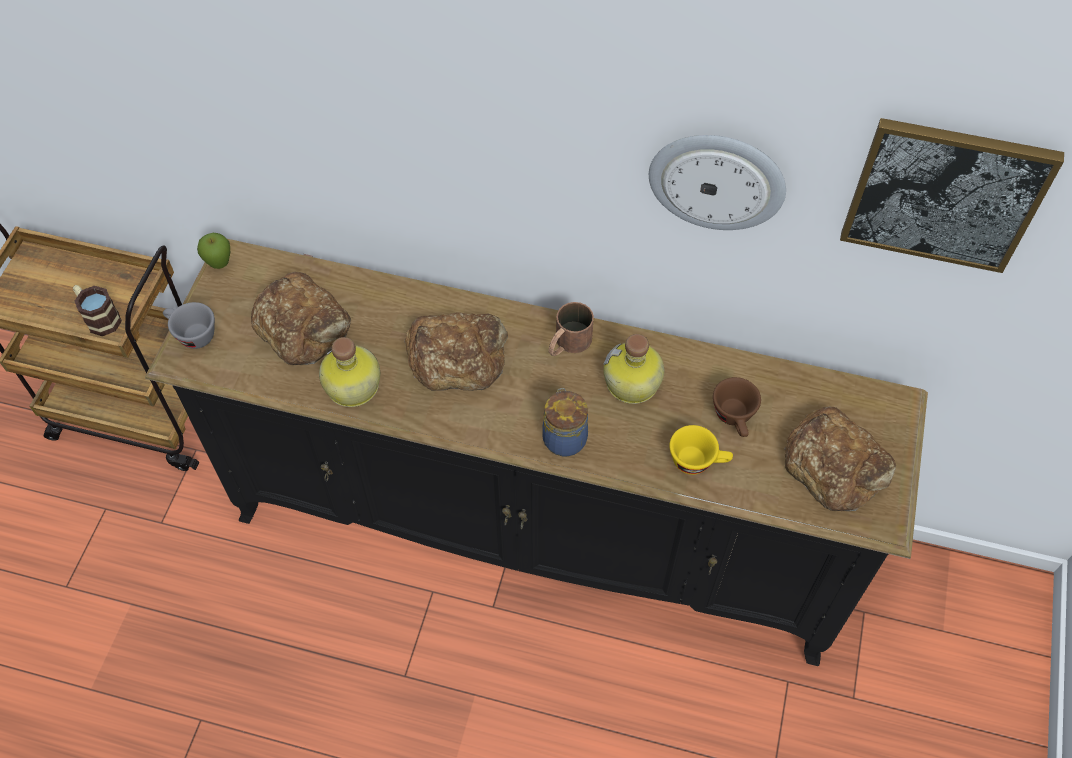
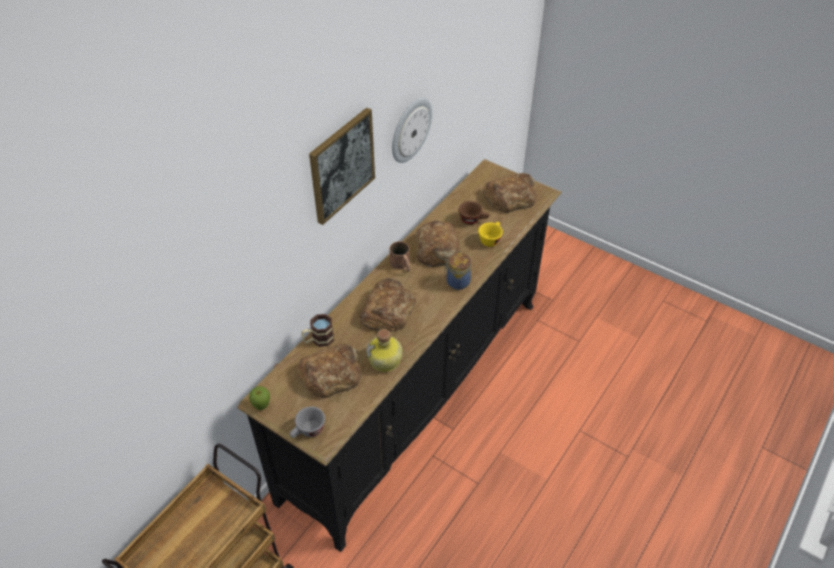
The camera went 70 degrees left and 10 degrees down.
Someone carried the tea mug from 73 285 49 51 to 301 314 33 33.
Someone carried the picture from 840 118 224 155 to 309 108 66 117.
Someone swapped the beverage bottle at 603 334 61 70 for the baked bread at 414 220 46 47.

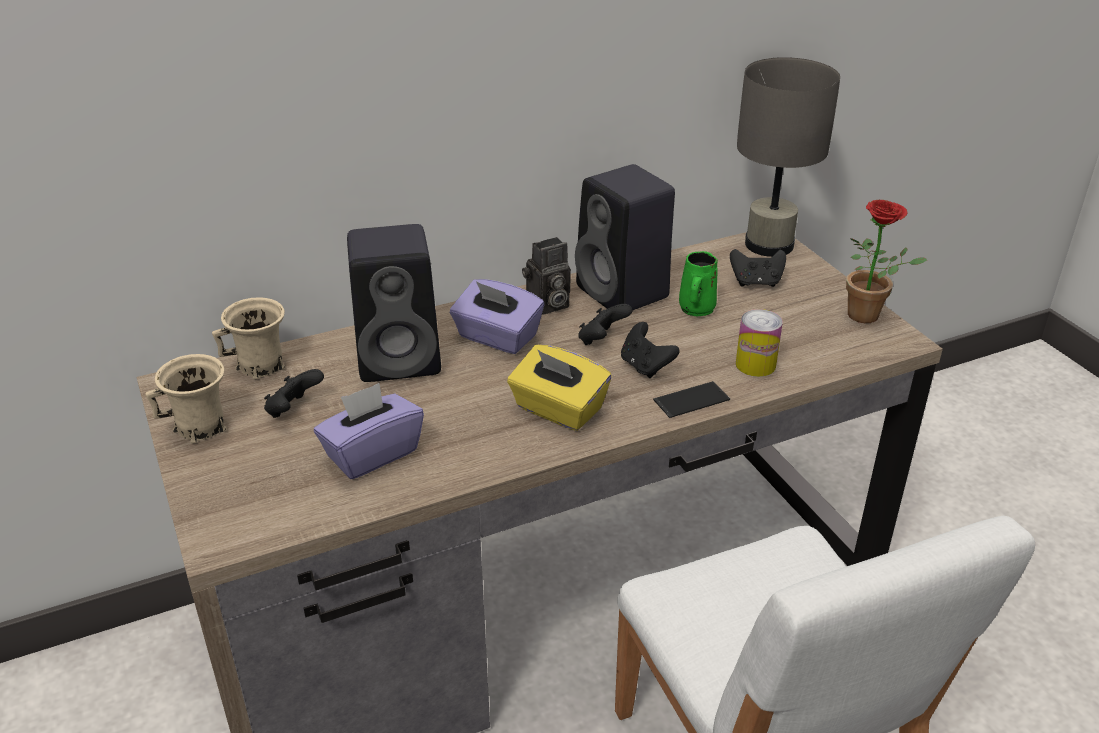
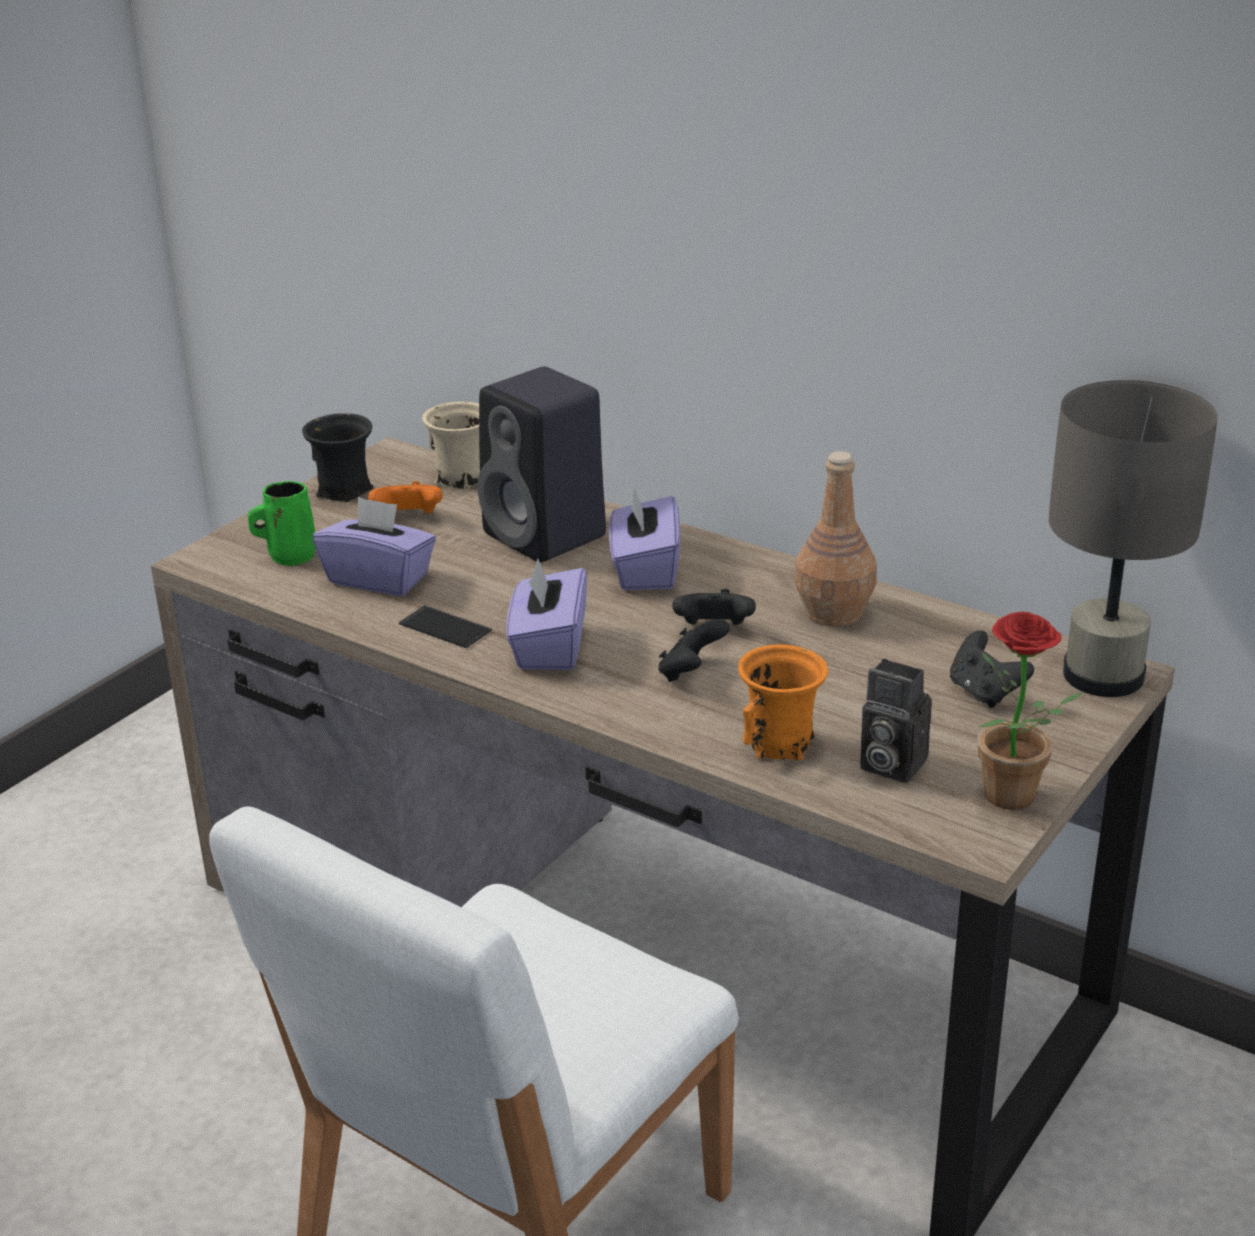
The camera went 60 degrees right and 5 degrees down.
Someone carried the green tea mug from 679 251 39 65 to 248 481 68 85.
Someone repainted the beige-coloured tea mug at 145 354 81 89, which became the black-coloured tea mug at 302 413 71 89.
Someone repainted the black-coloured gamepad at 264 369 60 49, which became the orangey gamepad at 368 481 75 33.
Someone carried the telephone from 653 381 77 37 to 399 605 93 43.
Someone repainted the yellowish tissue box at 507 345 105 86, which became the purplish tissue box at 506 558 81 112.
Someone swapped the sealed can at 736 309 47 68 for the orangey tea mug at 738 645 90 116.
Someone swapped the black-coloured audio speaker at 575 164 100 147 for the brown-coloured beverage bottle at 794 451 83 176.
Someone carried the photo camera from 522 237 49 78 to 860 659 72 124.

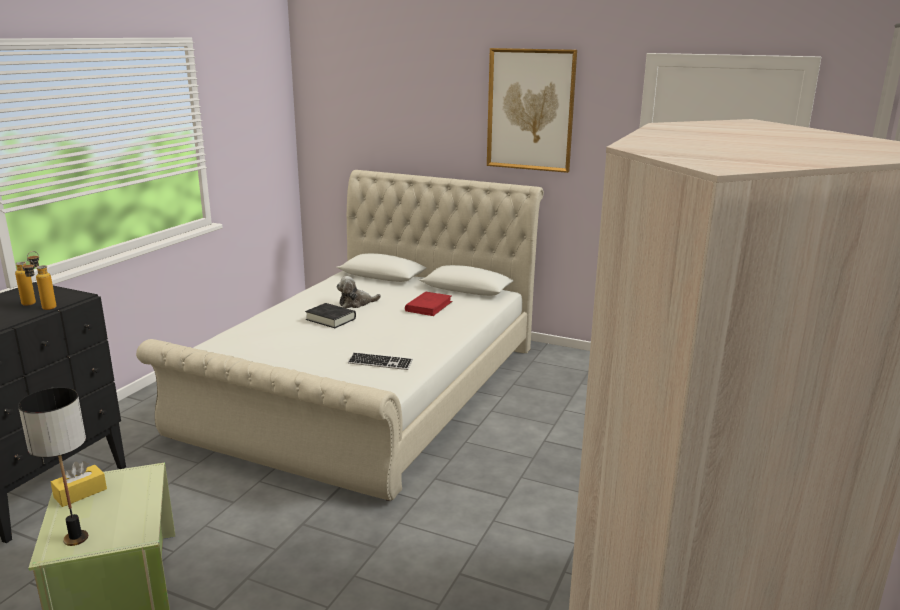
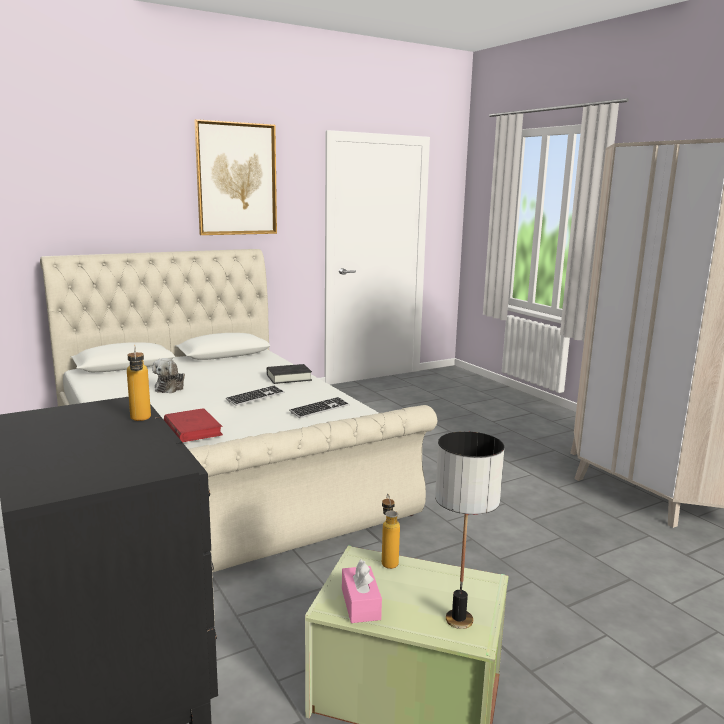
The camera went 55 degrees left and 5 degrees down.
Someone carried the red-coloured bound book from 405 292 48 24 to 164 408 59 34.
Someone put down the computer keyboard at 226 385 59 21.
Someone carried the black-coloured bound book from 305 303 51 25 to 267 364 45 20.
Someone repainted the yellowish tissue box at 51 461 56 46, which became the pink-coloured tissue box at 342 559 40 64.
Someone carried the beverage bottle from 15 251 24 55 to 382 494 18 75.

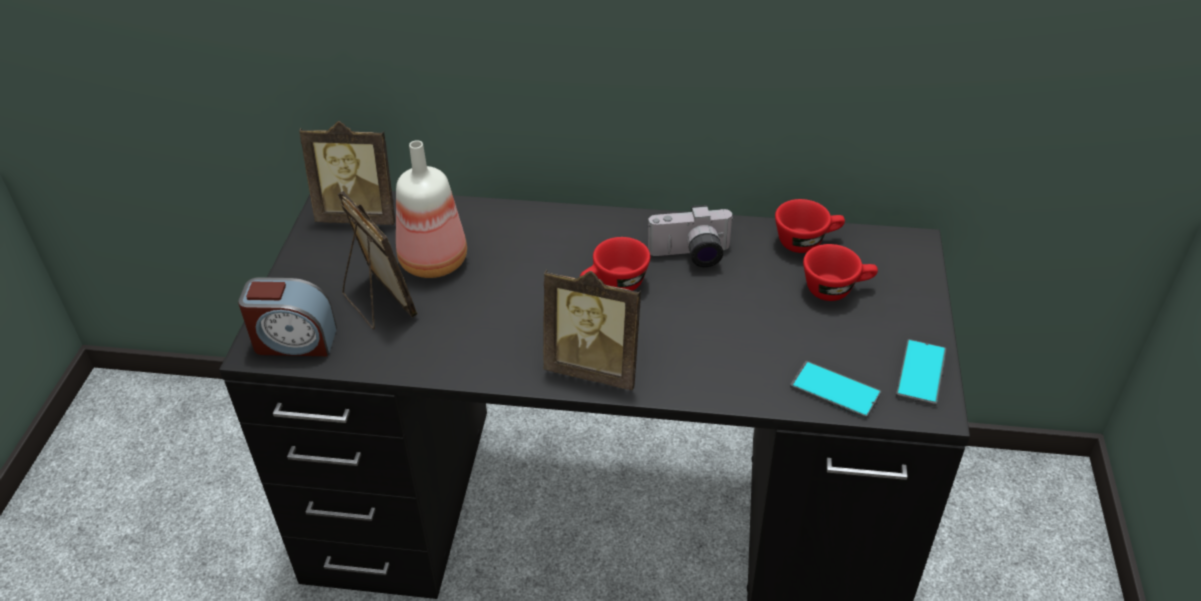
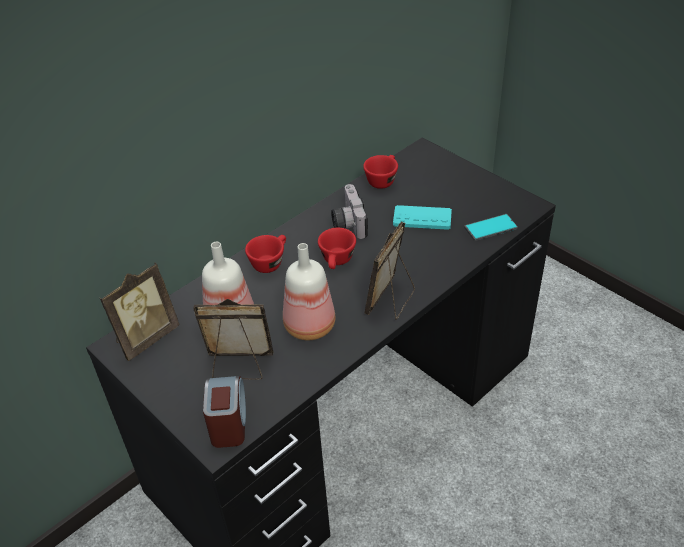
The camera went 50 degrees left and 0 degrees up.
Someone rotated the alarm clock at 238 277 99 79 by 45 degrees counterclockwise.
Someone carried the red-coloured cup from 803 244 75 57 to 245 235 41 38.
Someone put down the beverage bottle at 283 243 52 97.
Someone rotated the photo camera at 648 205 86 62 by 135 degrees clockwise.
Someone rotated the picture frame at 543 270 98 120 by 150 degrees clockwise.
Someone put down the turquoise gamepad at 393 205 59 25.
Someone took away the telephone at 896 339 50 68.

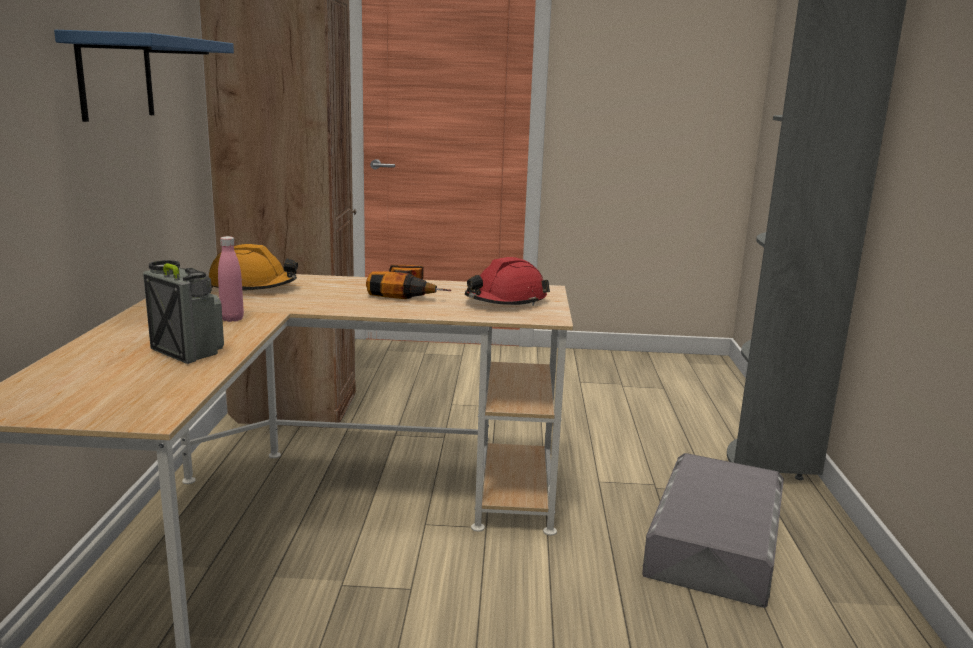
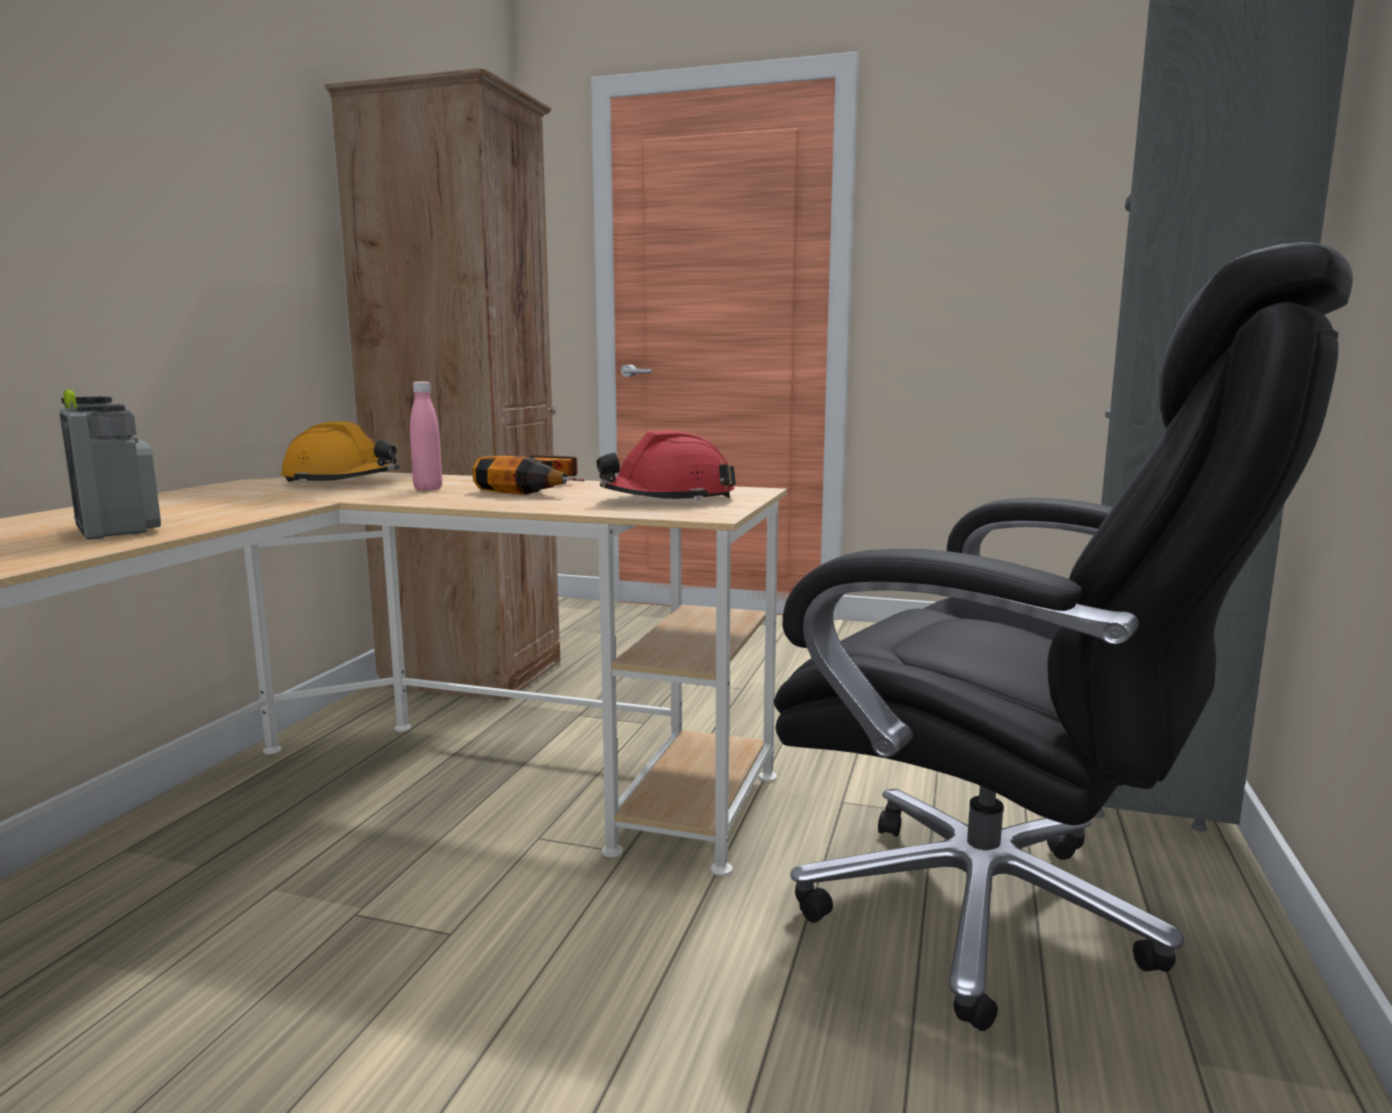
The camera went 15 degrees right and 5 degrees down.
Someone carried the pink-coloured beverage bottle from 218 236 26 86 to 410 382 32 109.
Someone swapped the gray storage bin at 642 453 142 155 for the black-coloured office chair at 774 242 579 789.
Someone took away the blue-coloured bracket shelf at 54 30 180 92.

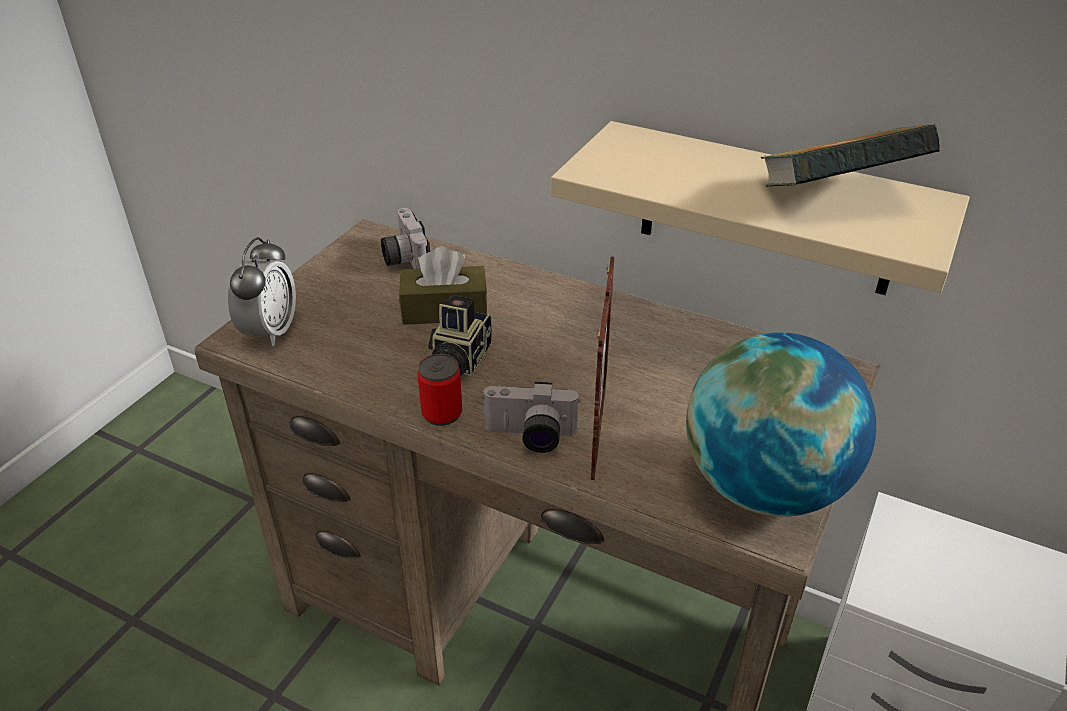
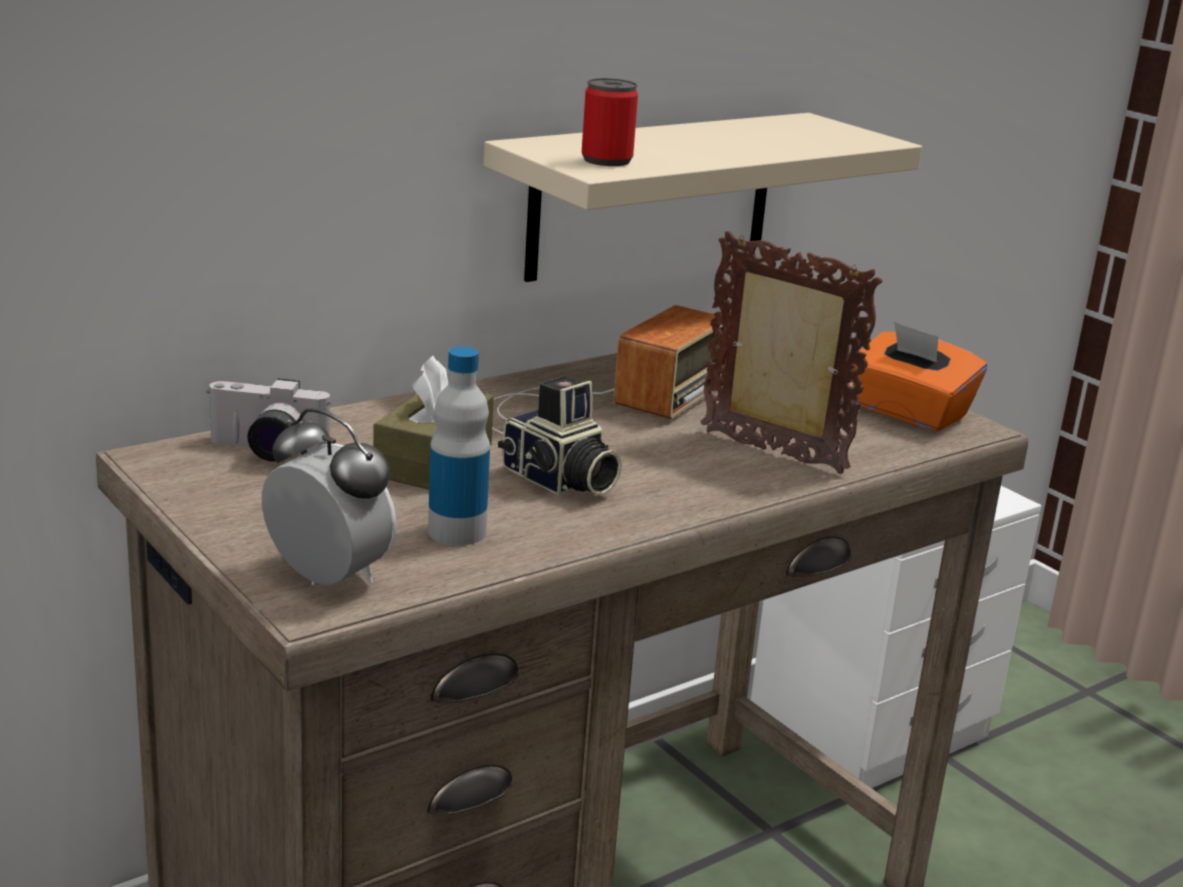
The camera went 65 degrees left and 15 degrees down.
Someone put down the beverage bottle at 428 346 62 200.
Someone put down the radio set at 492 305 234 129.
Someone carried the sealed can from 418 354 44 72 to 582 78 56 88.
Someone swapped the world globe at 686 333 190 184 for the orangey tissue box at 852 321 135 111.
Someone took away the photo camera at 482 382 98 71.
Someone took away the bound book at 761 125 179 62.

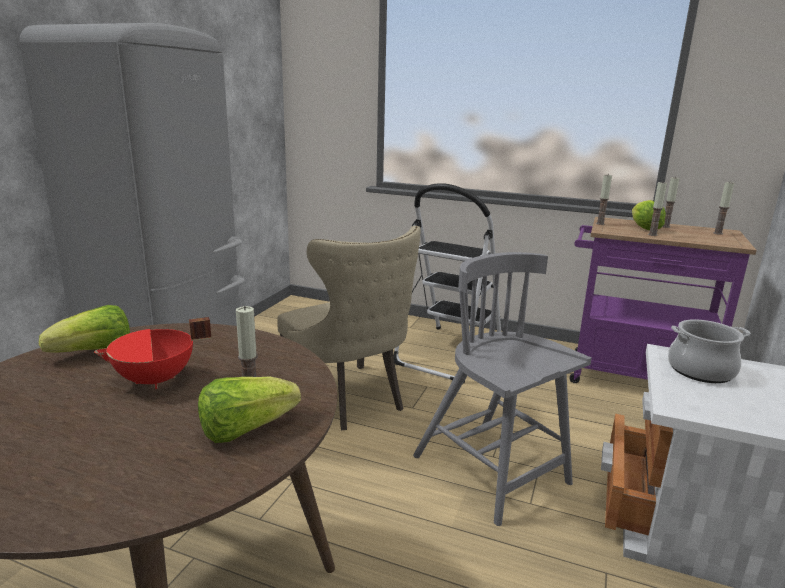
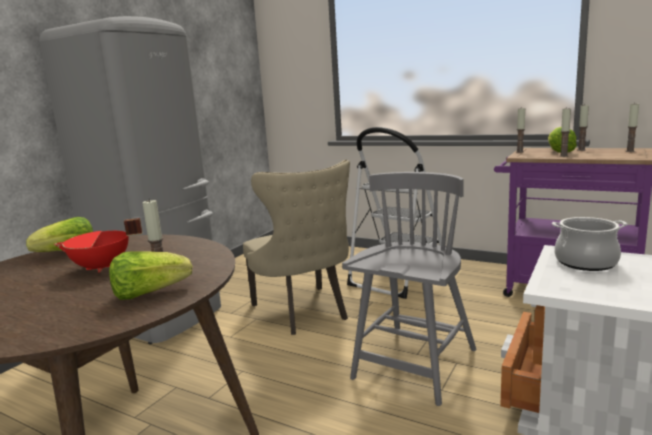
The camera went 10 degrees right and 5 degrees down.
Someone rotated the gray chair at 413 252 179 274 by 60 degrees clockwise.

